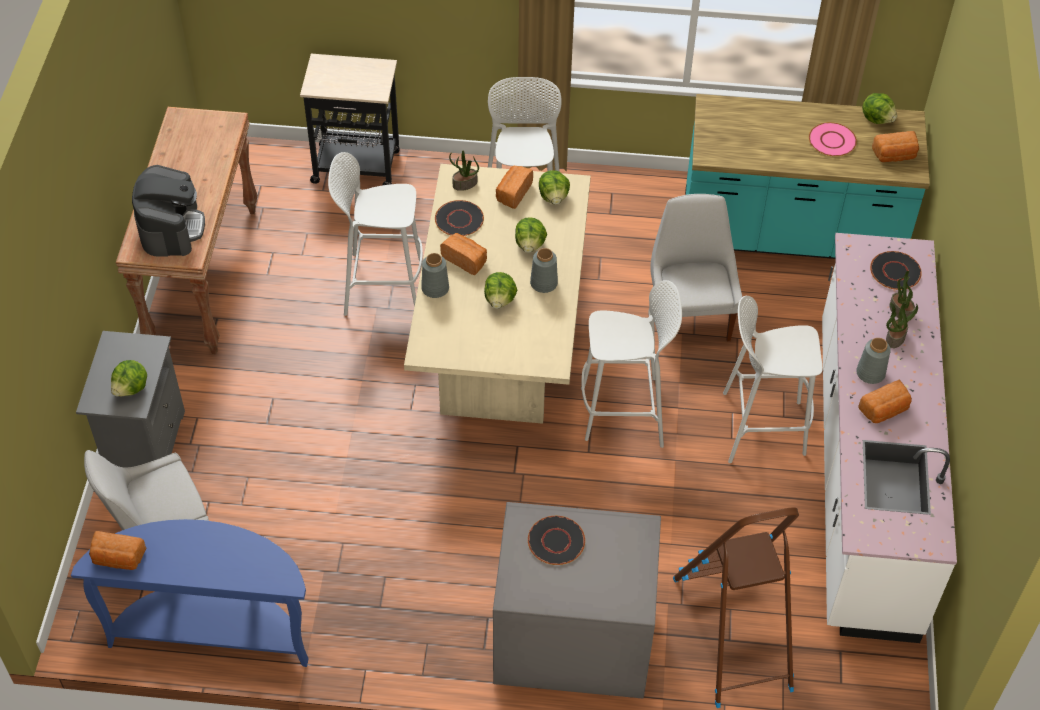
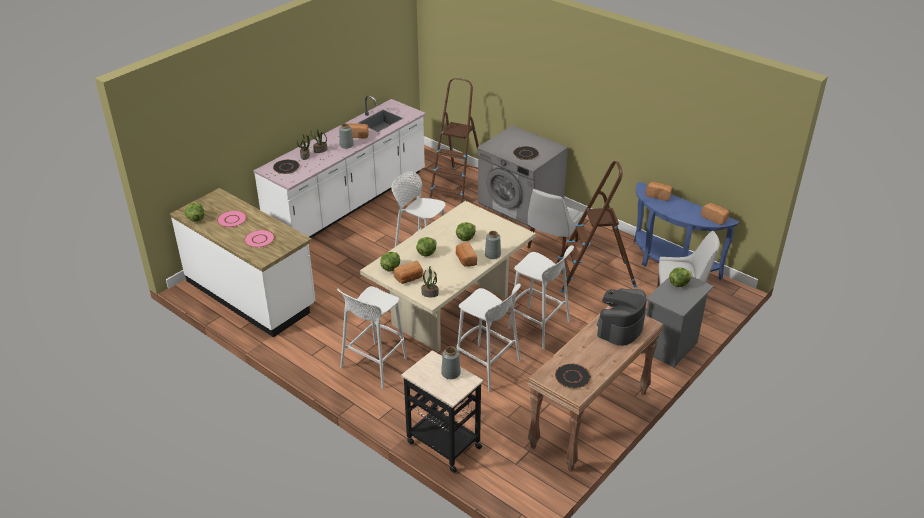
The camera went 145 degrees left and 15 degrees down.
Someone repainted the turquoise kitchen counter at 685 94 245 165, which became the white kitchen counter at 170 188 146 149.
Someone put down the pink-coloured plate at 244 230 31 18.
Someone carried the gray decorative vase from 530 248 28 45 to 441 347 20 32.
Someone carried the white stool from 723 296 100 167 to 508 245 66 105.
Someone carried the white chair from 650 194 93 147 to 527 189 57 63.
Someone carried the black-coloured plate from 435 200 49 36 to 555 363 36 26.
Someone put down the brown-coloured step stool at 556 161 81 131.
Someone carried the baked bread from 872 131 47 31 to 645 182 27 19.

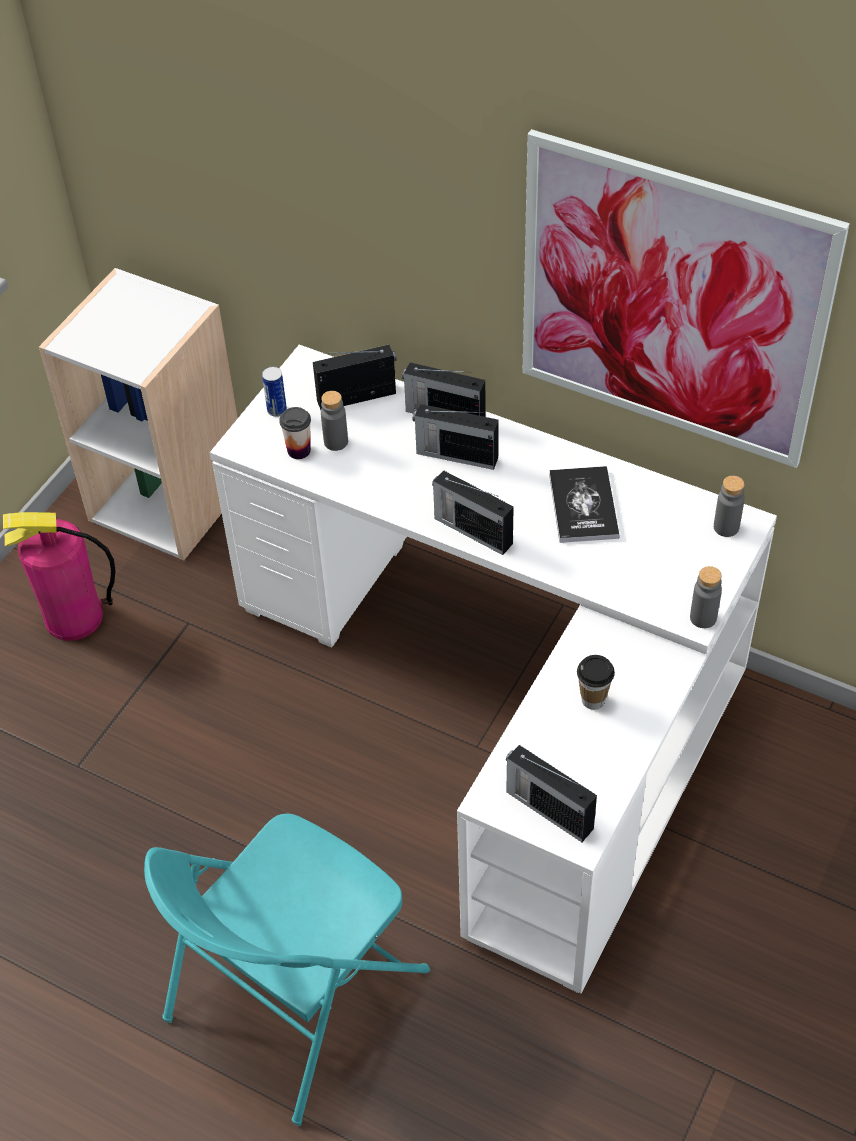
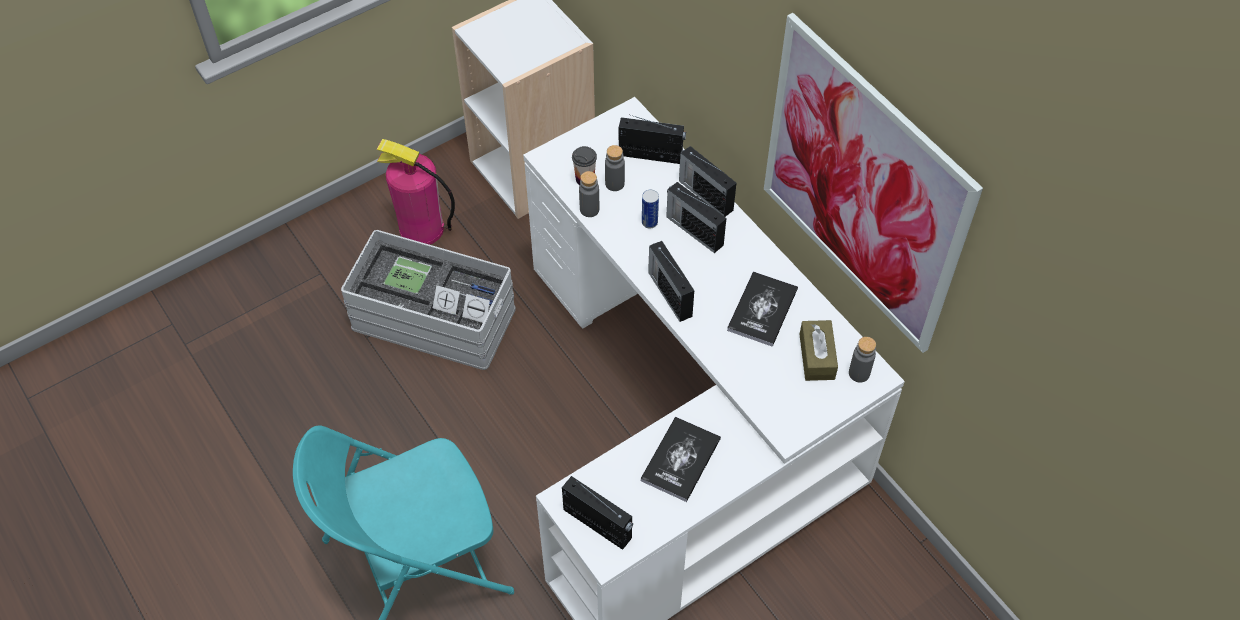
The camera went 25 degrees right and 5 degrees up.
Someone put down the gray storage bin at 341 230 175 140.
Someone rotated the radio set at 506 745 91 97 by 150 degrees clockwise.
Someone carried the gray beverage bottle from 690 566 32 62 to 579 171 20 46.
Someone swapped the cup at 577 655 38 55 for the bound book at 641 417 80 85.
Someone carried the sealed can from 262 367 25 50 to 642 190 17 39.
Someone put down the brown-coloured tissue box at 799 320 39 61.

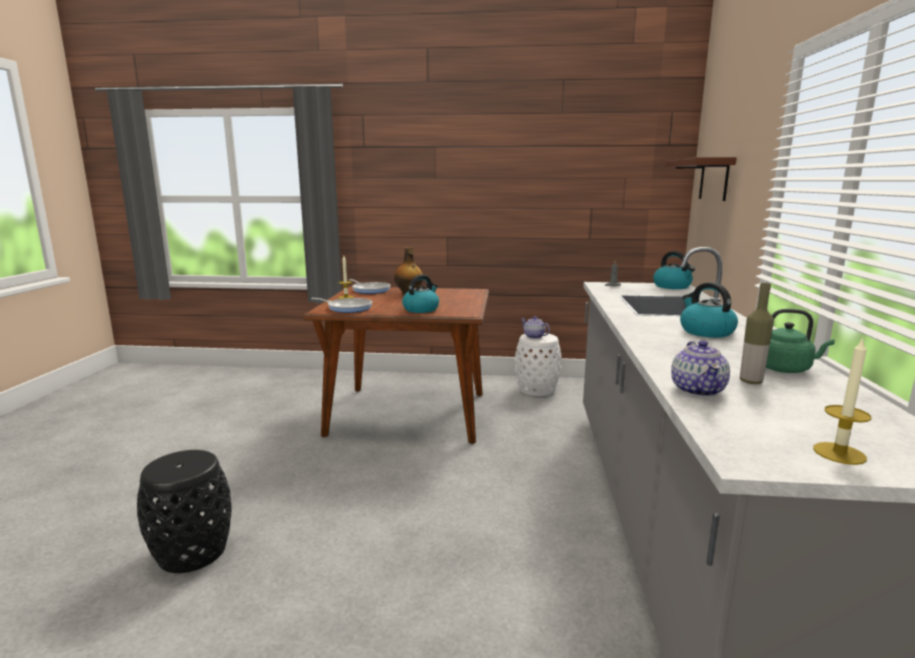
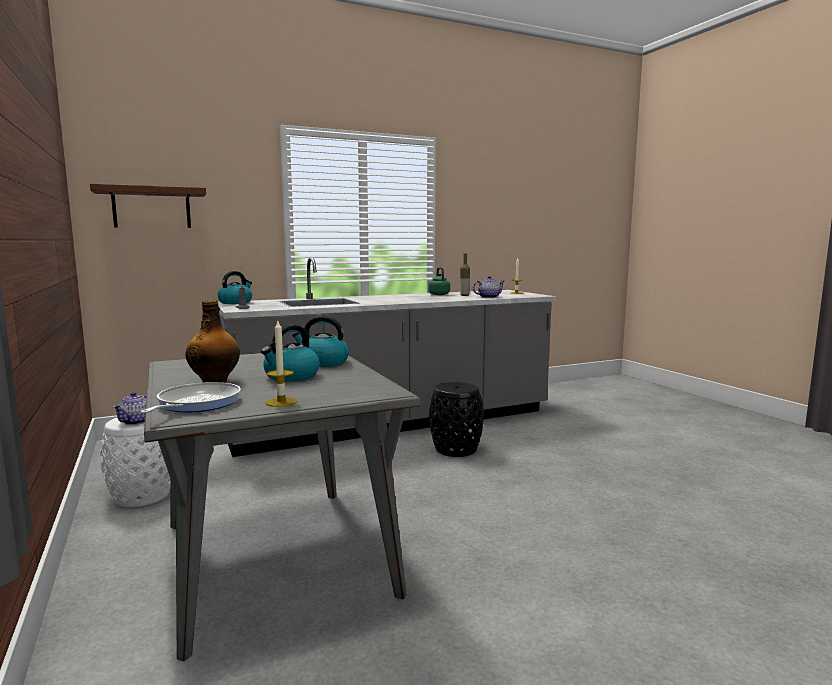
The camera went 120 degrees left and 5 degrees down.
Someone repainted the brown-coloured kitchen table at 303 286 186 158, which became the gray kitchen table at 144 353 277 308.
Someone carried the tea kettle from 680 282 58 56 to 261 324 59 58.
Someone carried the black-coloured stool from 137 450 95 123 to 429 382 55 75.
Someone took away the pan at 311 298 61 15.

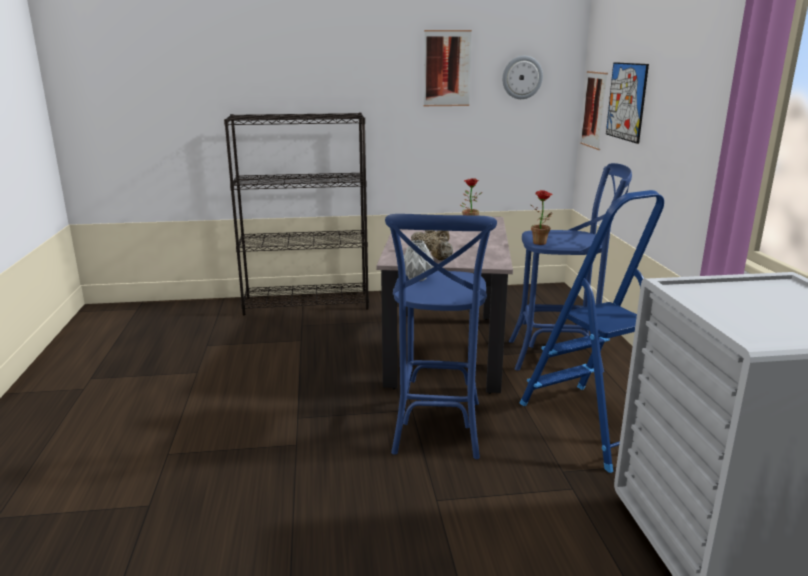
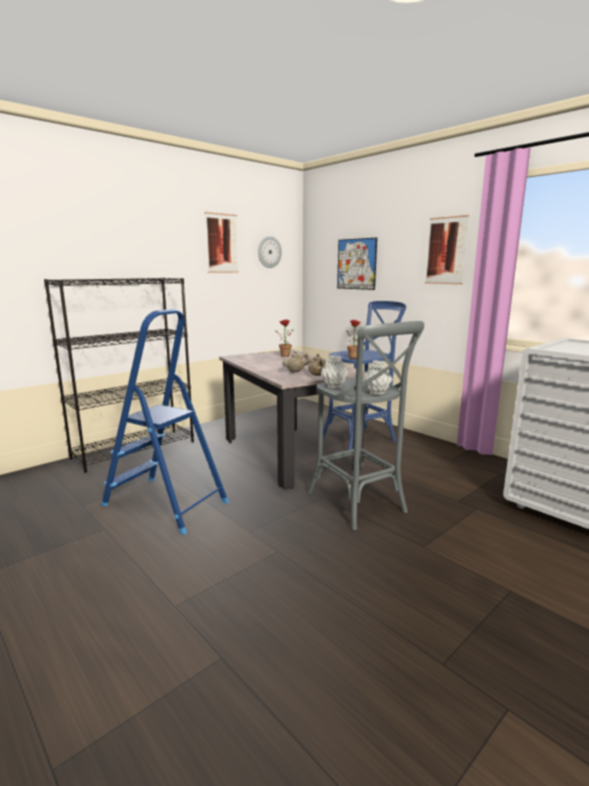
The camera went 35 degrees left and 5 degrees down.
Someone carried the blue-coloured step stool from 520 190 144 283 to 101 309 128 226.
Someone repainted the blue-coloured stool at 385 214 112 245, which became the gray stool at 307 321 117 209.
Someone put down the gray decorative vase at 363 360 29 35.
Someone carried the picture from 580 71 28 79 to 425 215 44 69.

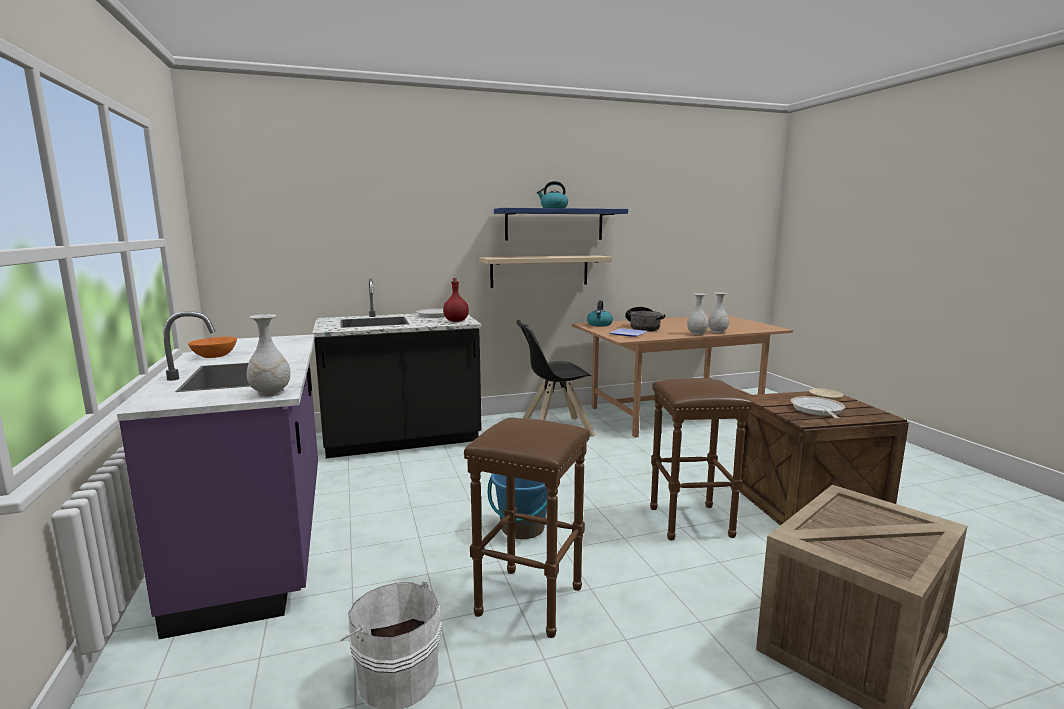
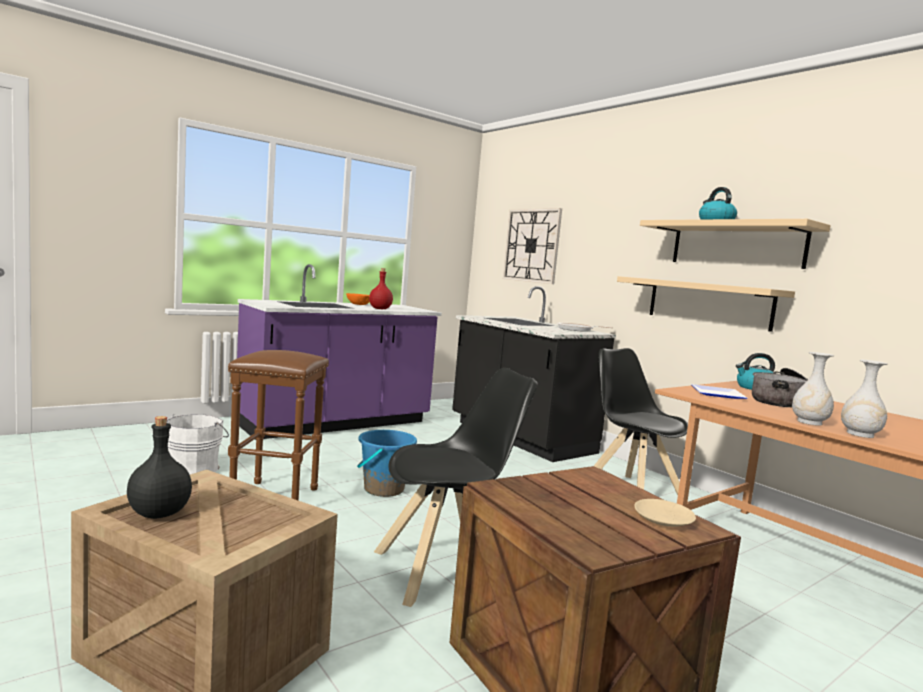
The camera went 70 degrees right and 5 degrees down.
Someone put down the black-coloured beverage bottle at 127 416 65 103.
Someone carried the red-coloured beverage bottle from 443 278 26 44 to 369 268 24 41.
Someone swapped the brown-coloured stool at 650 378 102 162 for the black-coloured chair at 374 368 163 239.
Someone put up the hanging clock at 503 208 59 76.
Someone repainted the blue-coloured bracket shelf at 494 208 134 32, which became the beige-coloured bracket shelf at 640 219 191 50.
Someone took away the white decorative vase at 246 314 45 83.
Someone took away the pan at 791 396 54 23.

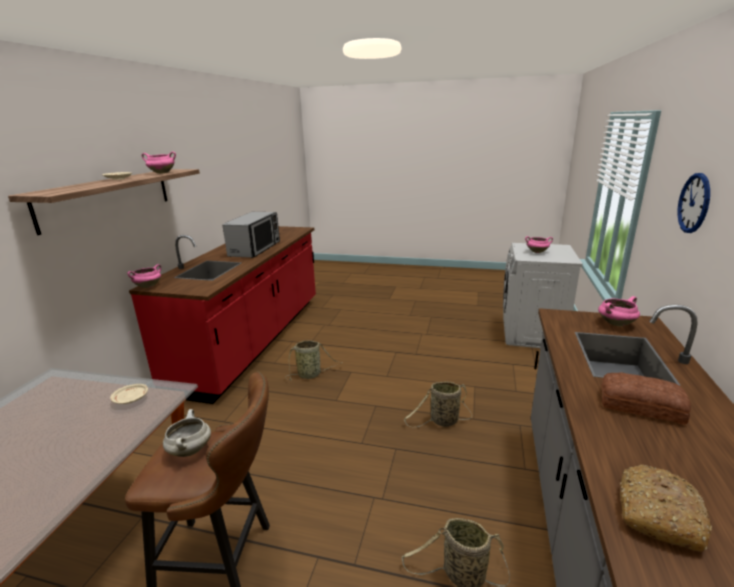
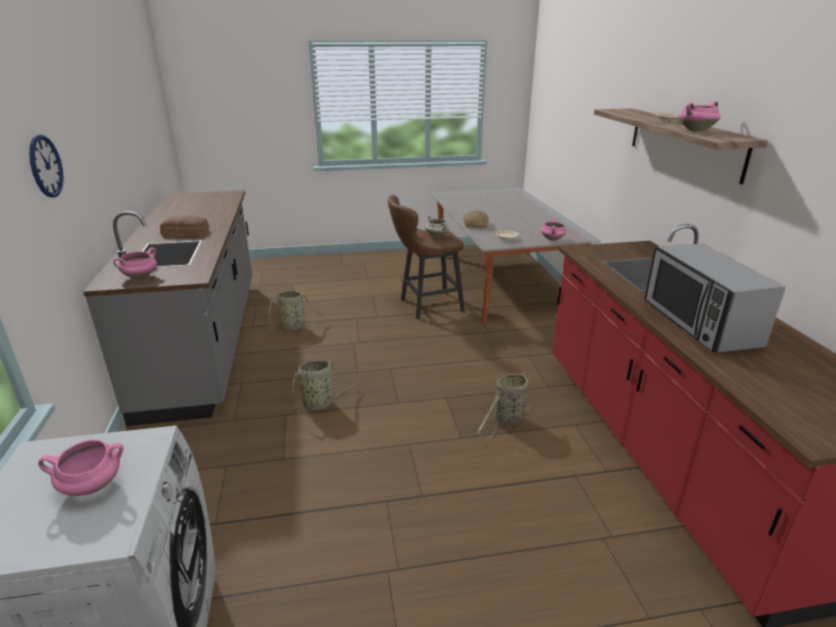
The camera went 155 degrees right and 5 degrees up.
Someone carried the baked bread from 620 465 92 87 to 463 210 25 18.
Someone carried the pink-coloured cooking pot from 127 264 34 24 to 541 218 25 23.

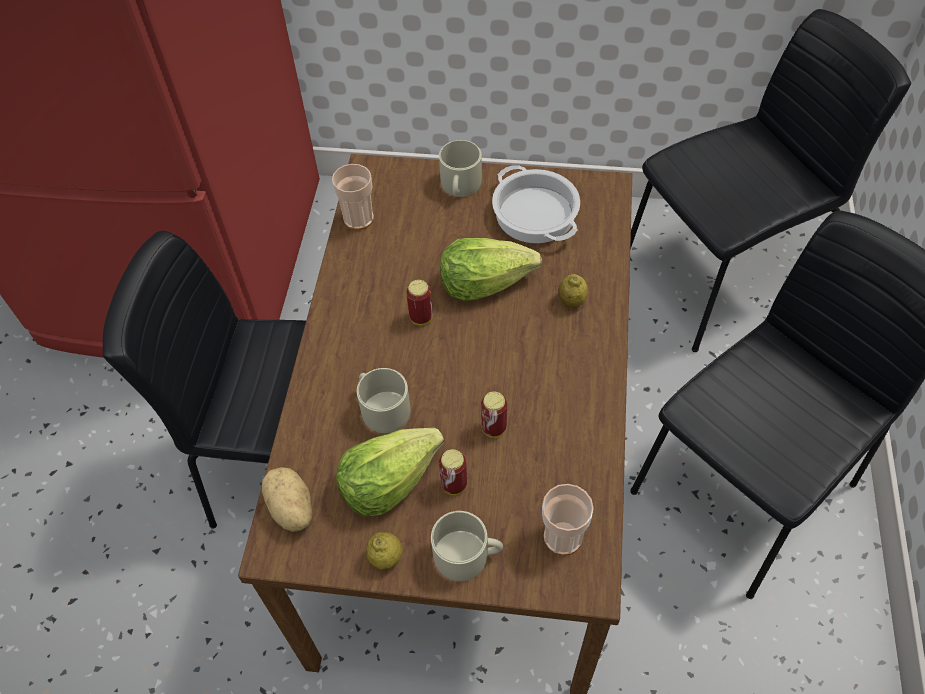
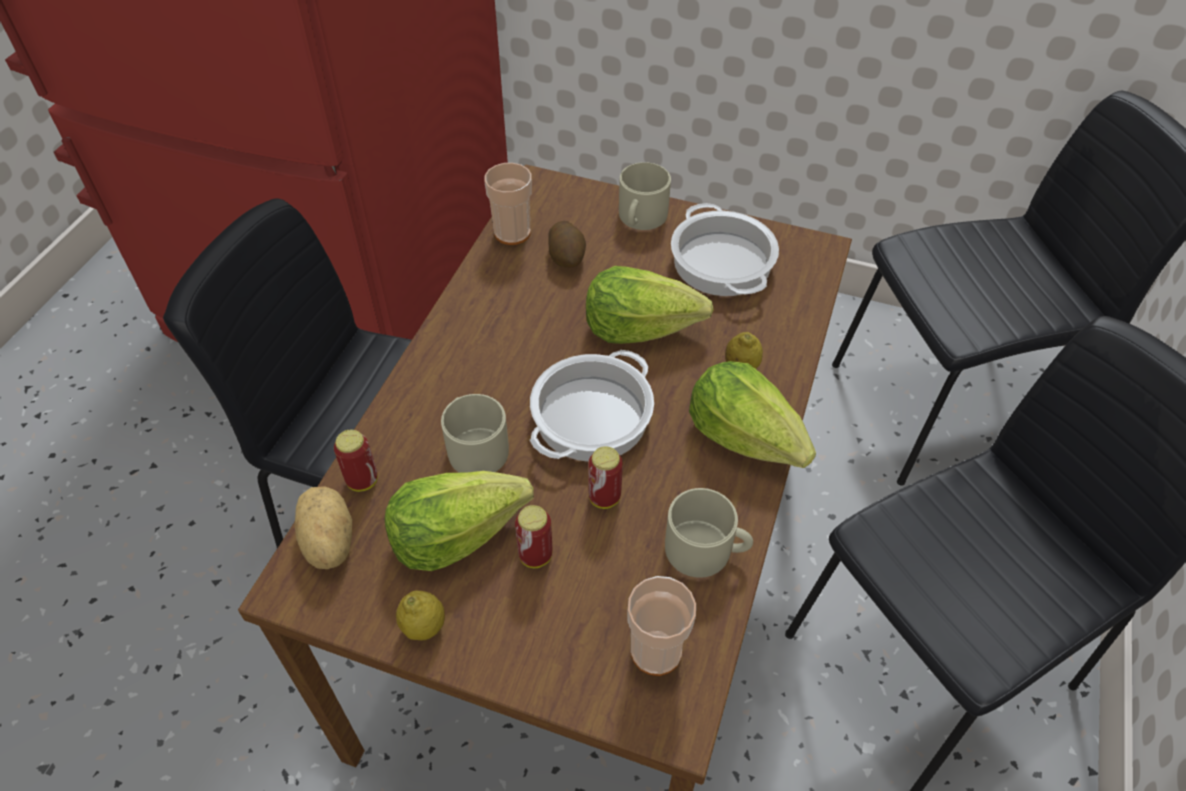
The camera went 10 degrees right and 5 degrees down.
Someone carried the sealed can from 406 280 27 45 to 334 430 44 62.
Someone put down the cooking pot at 530 350 124 112.
Someone put down the spud at 548 221 38 47.
Someone carried the beige-coloured tea mug from 431 511 72 70 to 665 488 88 90.
Someone put down the lettuce at 689 361 127 107.

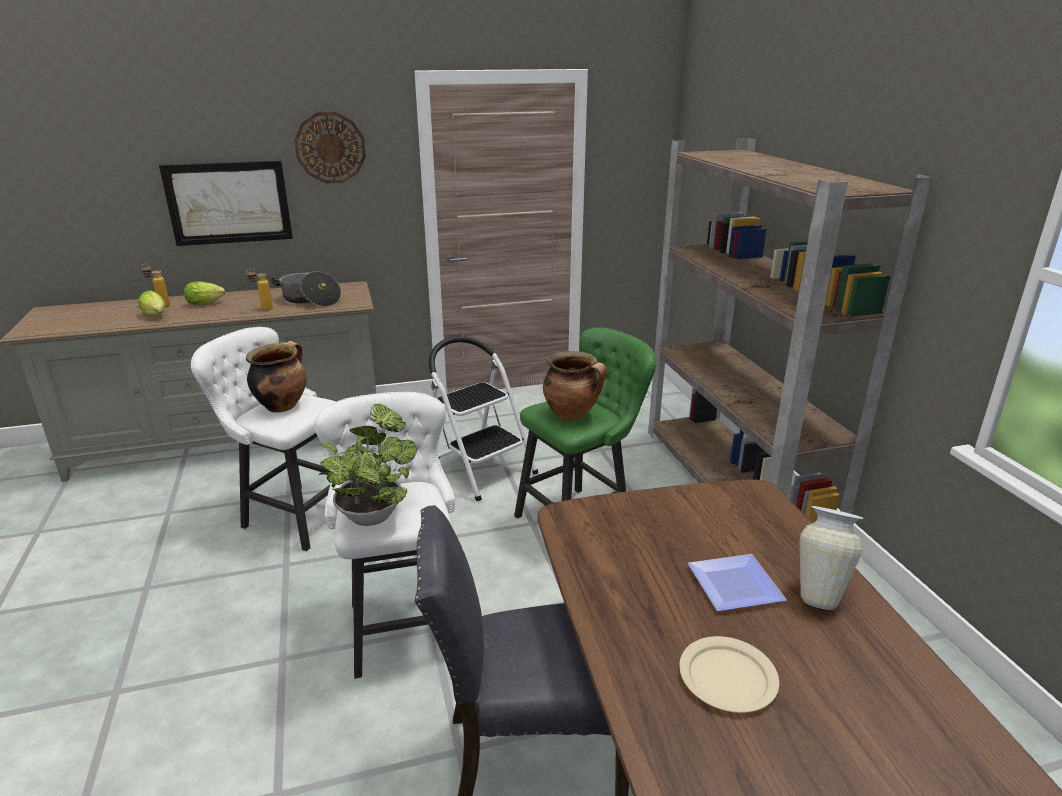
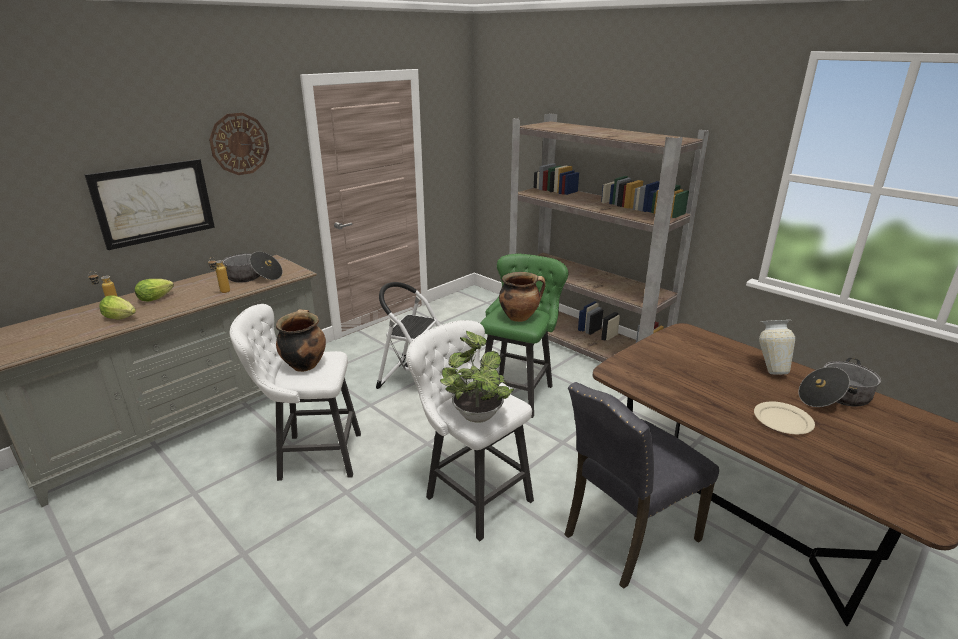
The camera went 30 degrees left and 0 degrees up.
Someone put down the cooking pot at 798 358 83 49.
Someone took away the plate at 688 554 99 57.

